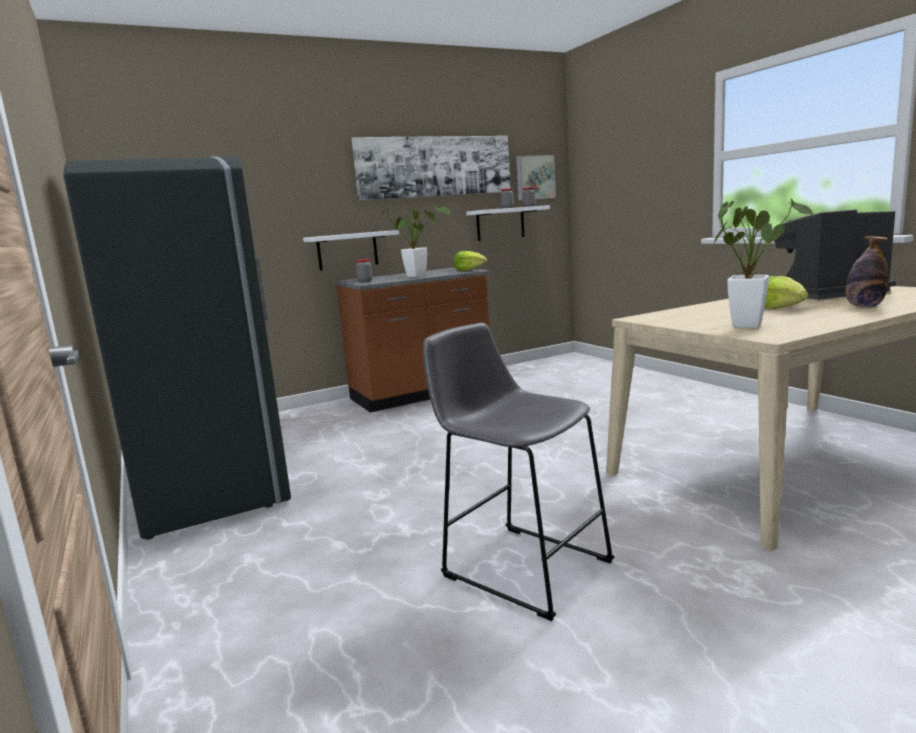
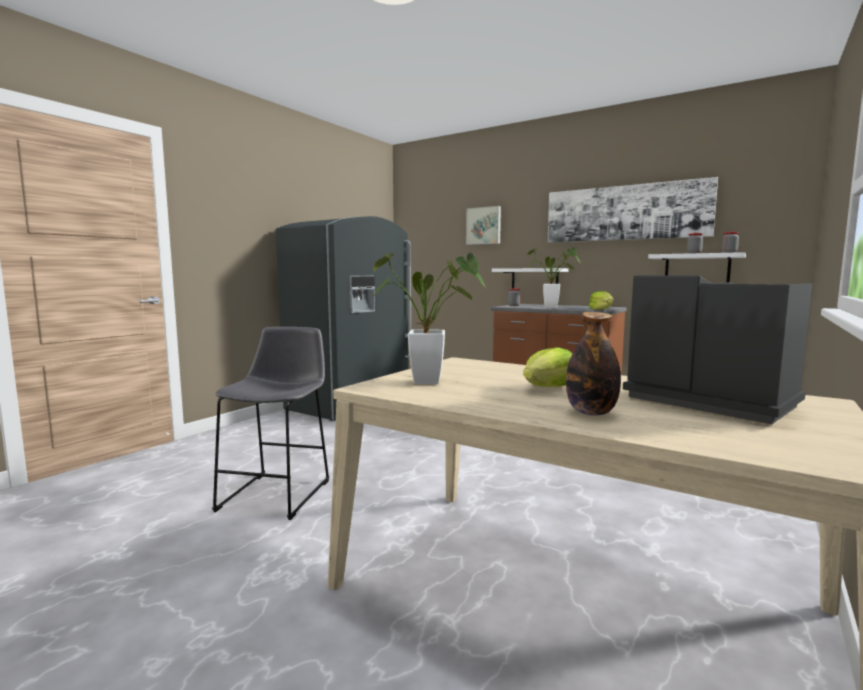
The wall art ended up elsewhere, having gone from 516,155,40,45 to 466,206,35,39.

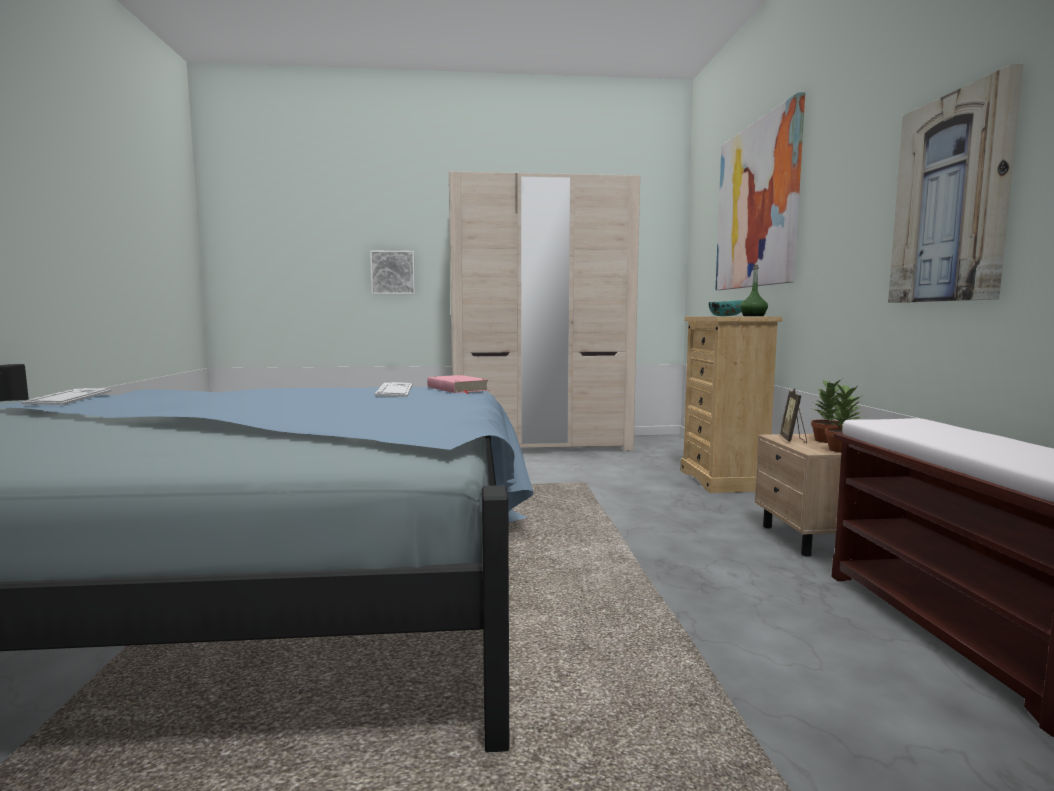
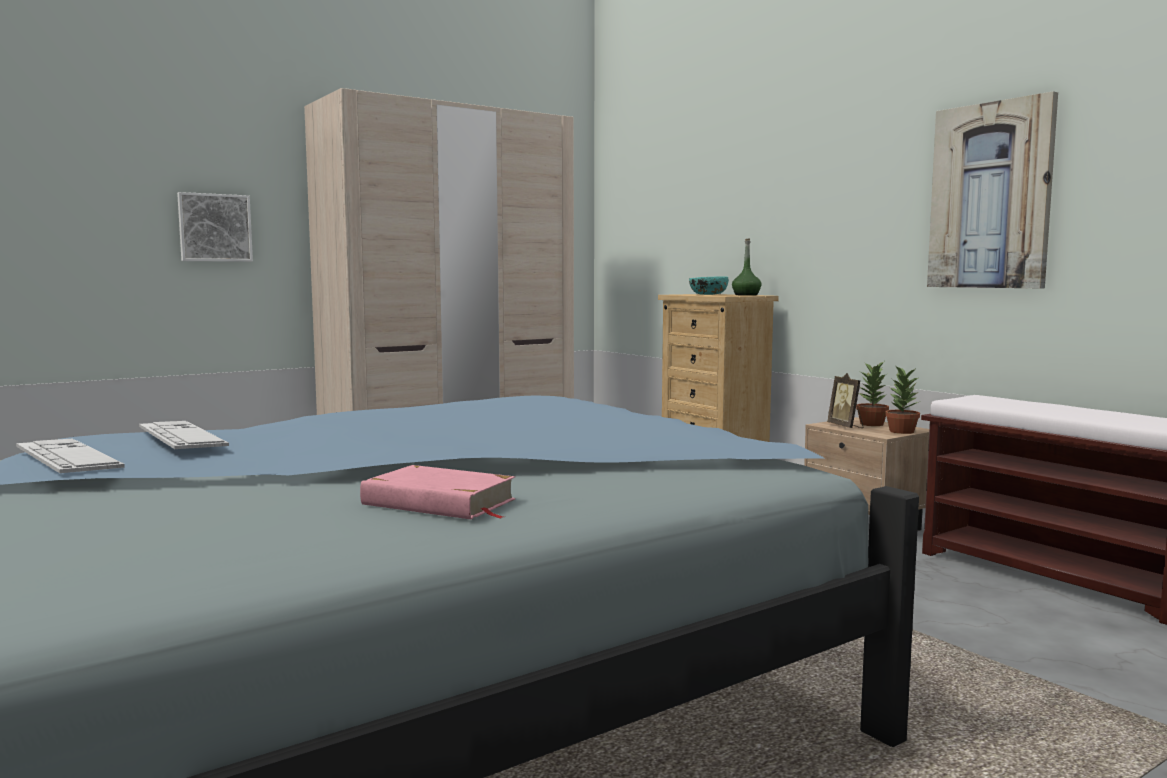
The PC keyboard ended up elsewhere, having gone from 374,382,38,15 to 139,421,90,28.
The book (pink-coloured) ended up elsewhere, having gone from 427,375,62,19 to 360,465,156,54.
The second view lost the wall art at 715,92,90,198.

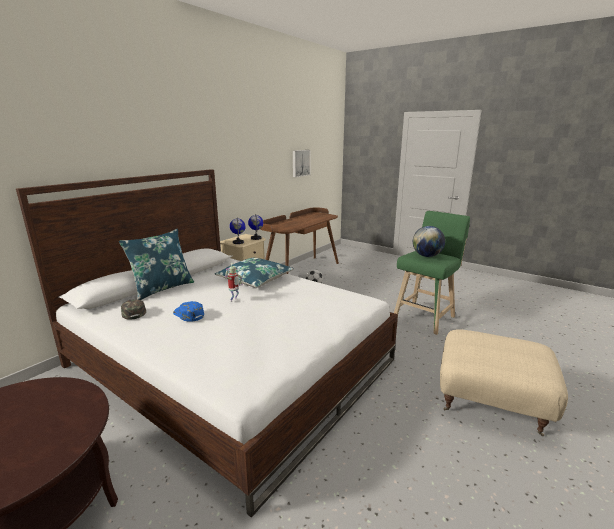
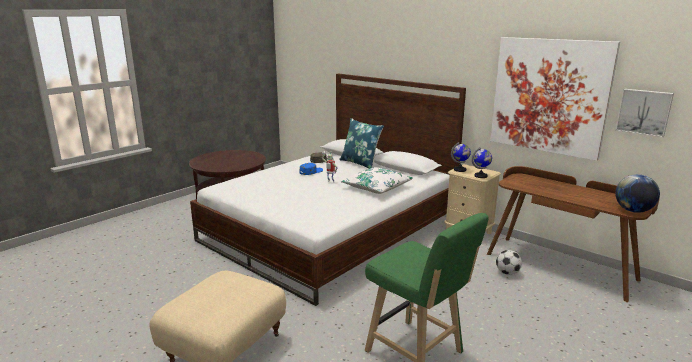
What was the pillow (bluish) at 215,258,79,30 turned into the pillow (whitish) at 341,167,72,27.
The desk globe ended up elsewhere, having gone from 413,226,32,31 to 615,174,45,39.
The second view gained the wall art at 490,37,130,124.

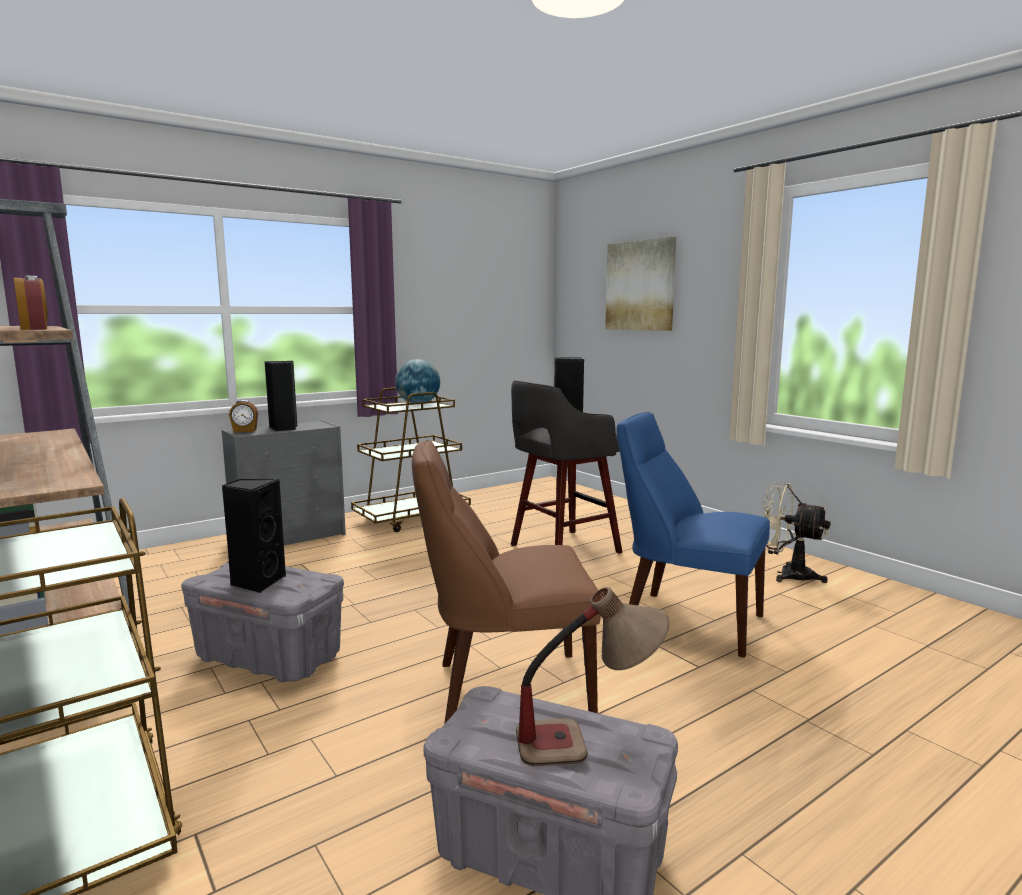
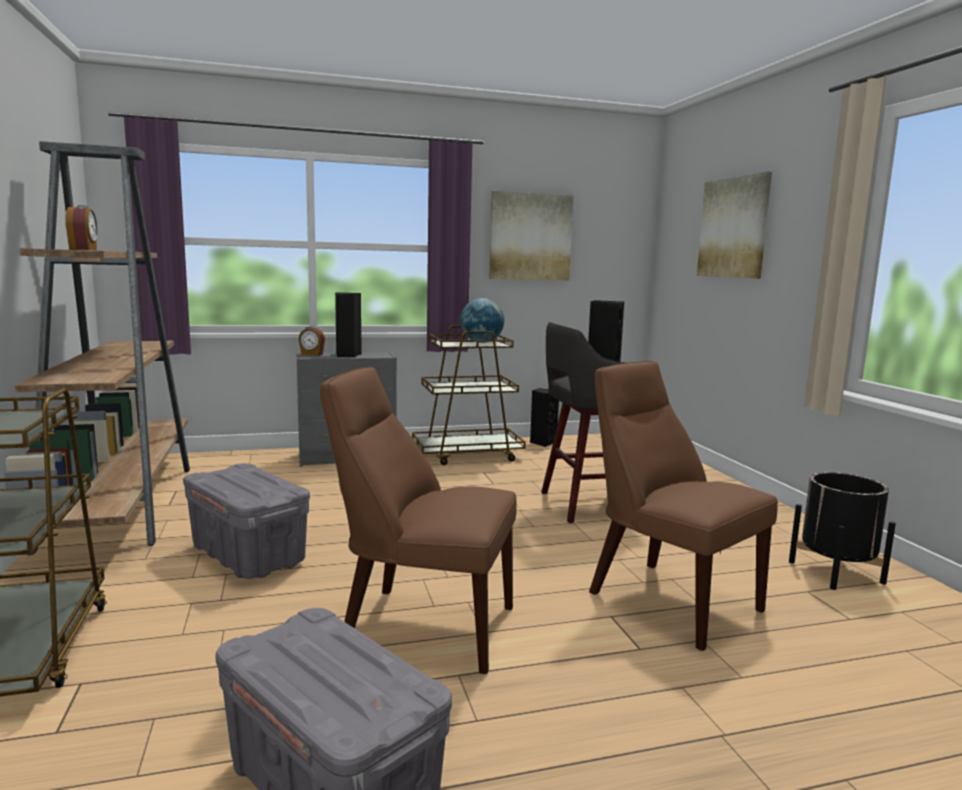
The speaker (blackish) ended up elsewhere, having gone from 222,479,64,114 to 530,388,29,59.
The second view lost the tabletop lamp at 516,587,153,180.
What was the chair (bluish) at 617,412,153,246 turned into the chair (brown-coloured) at 589,361,189,290.
Where the electric fan (sand-coloured) stood at 763,482,68,101, the planter (blackish) came to stand at 789,472,107,118.
The second view gained the wall art at 489,191,85,89.

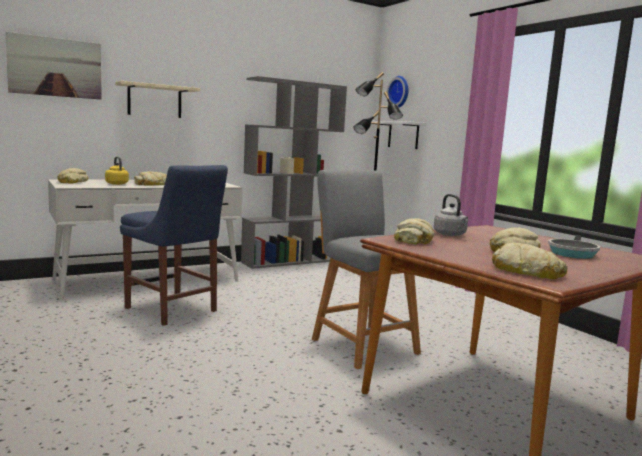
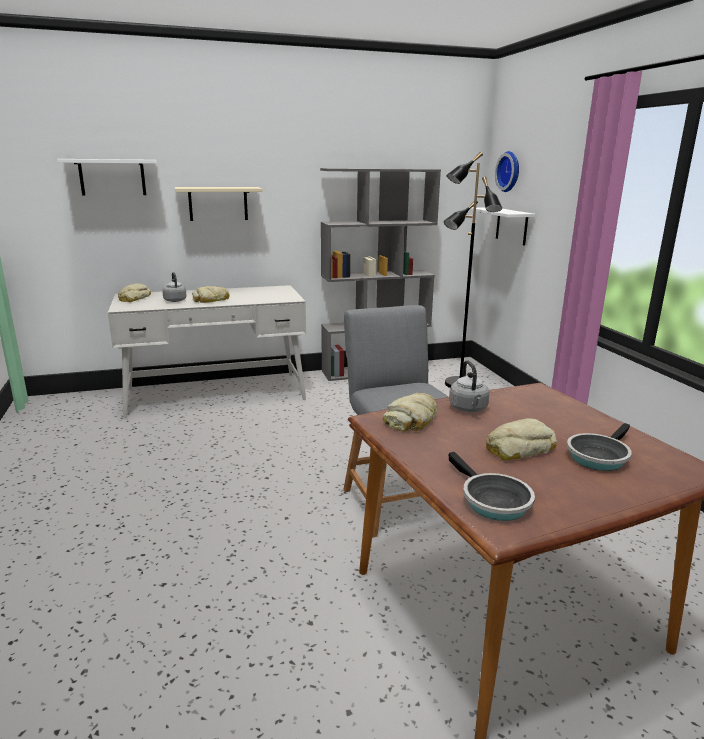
Where the wall art hung at 5,32,97,68, the shelf (whitish) came to hang at 57,159,99,37.
What was the tea kettle (yellow) at 105,157,24,28 turned into the tea kettle (grey) at 162,272,25,30.
The second view lost the chair (bluish) at 120,165,108,161.
Where the bread stood at 492,243,76,36, the pan came to stand at 448,452,87,69.

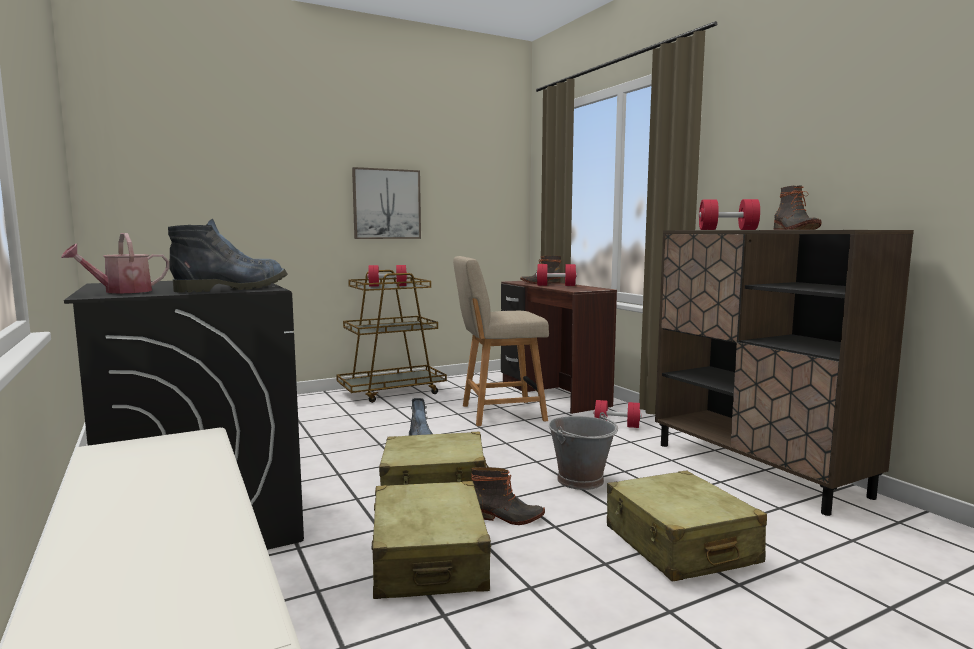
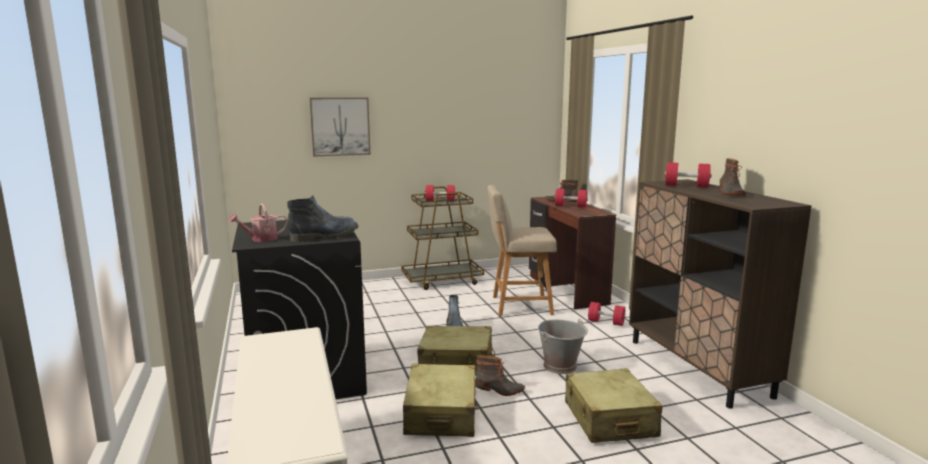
The wall art ended up elsewhere, having gone from 352,167,69,72 to 310,98,60,59.

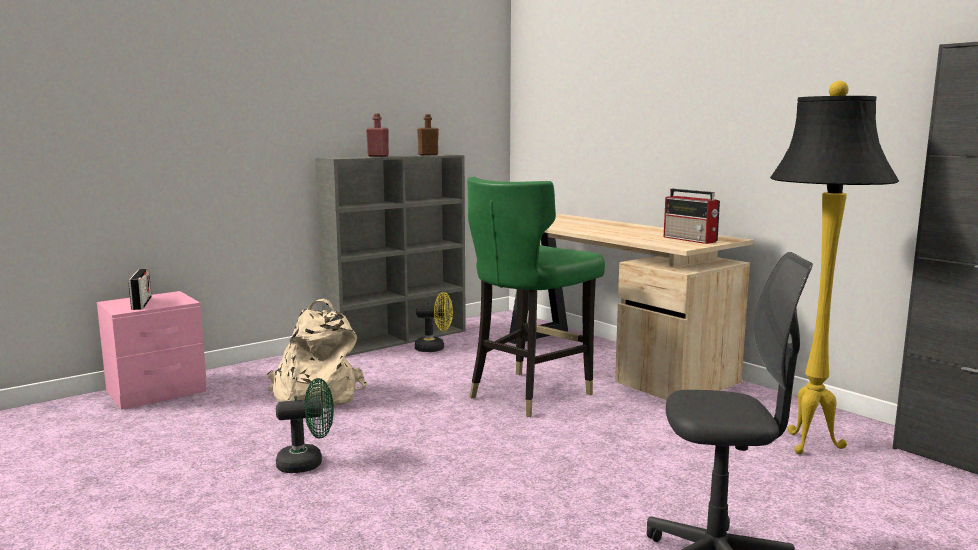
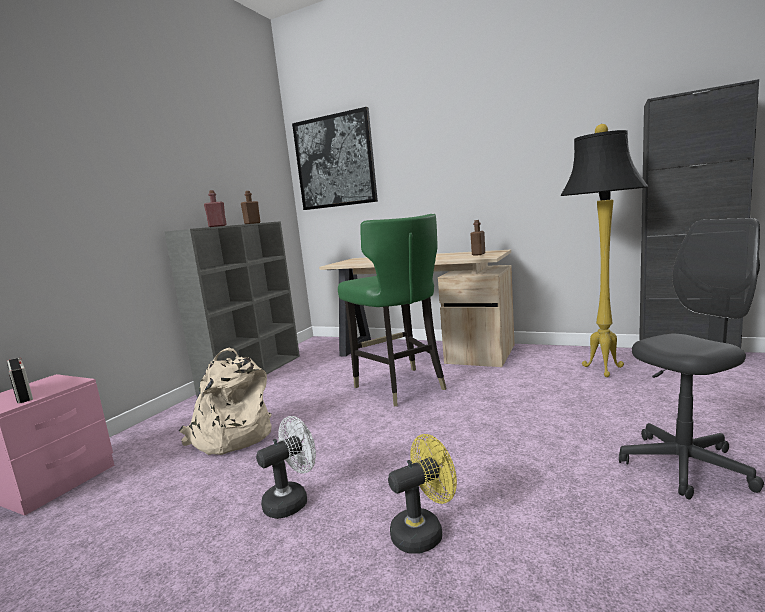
What was the electric fan (green) at 276,378,58,95 turned into the electric fan (whitish) at 256,416,60,103.
The electric fan (yellow) ended up elsewhere, having gone from 415,292,38,60 to 388,434,69,120.
The chair (green) at 467,177,138,240 ended up facing another way, 45 degrees counterclockwise from before.
Where the radio stood at 664,189,56,55, the beverage bottle (brown-coloured) came to stand at 471,220,14,36.
The second view gained the wall art at 292,107,86,103.

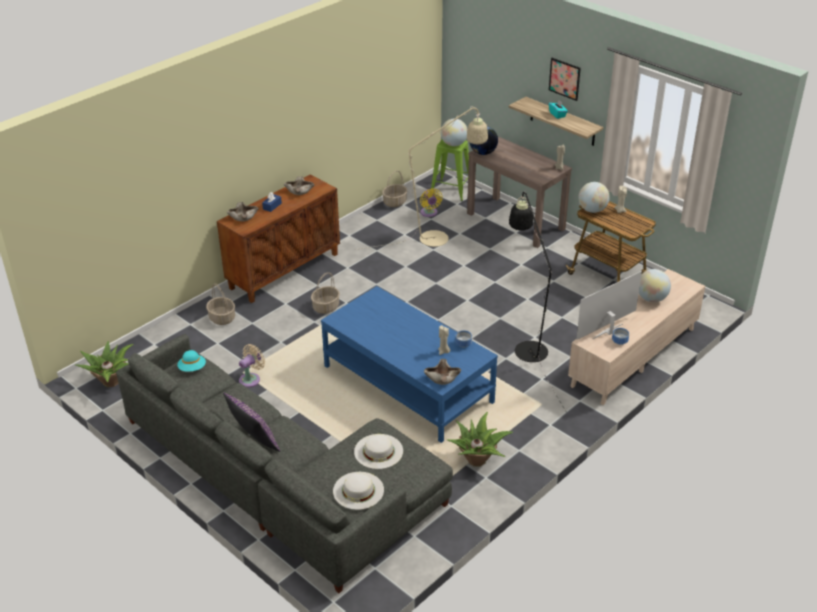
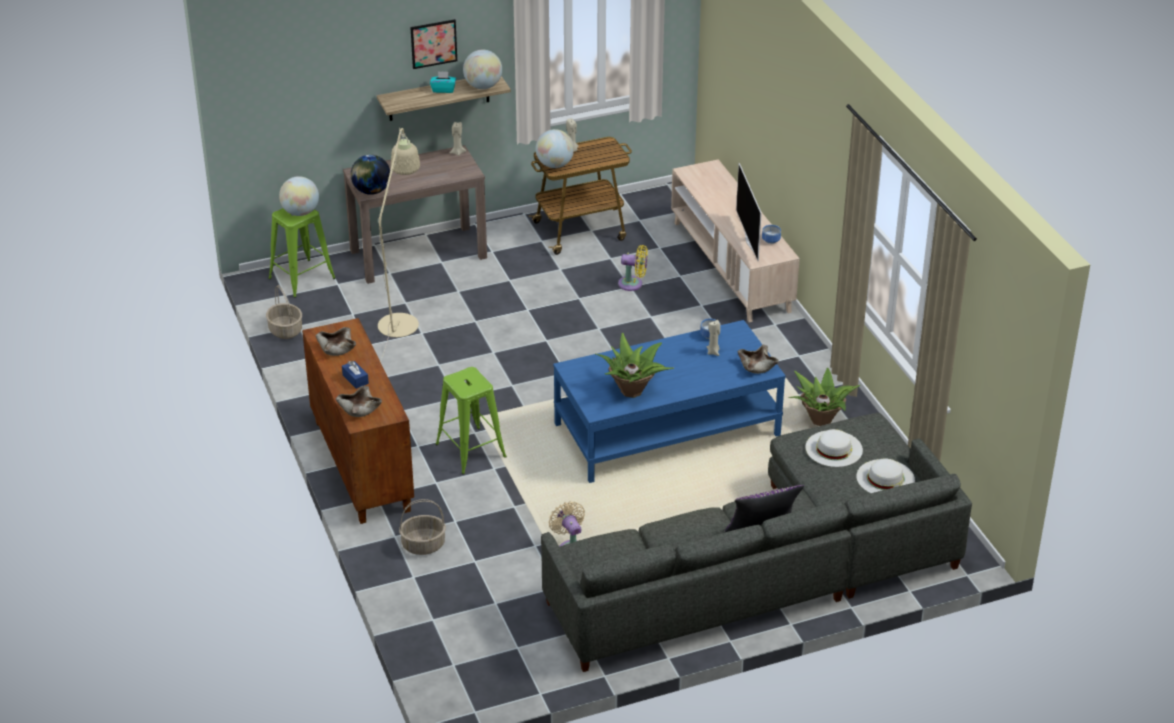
The houseplant ended up elsewhere, having gone from 74,341,60,46 to 596,333,78,65.
The second view lost the hat (turquoise-coloured) at 177,350,29,22.
Where the household basket stood at 311,272,29,42, the stool seat (green) came to stand at 435,367,72,108.
The electric fan (yellow) ended up elsewhere, having gone from 420,189,23,28 to 618,245,30,46.
The second view lost the standard lamp (blackish) at 509,192,57,219.
The desk globe ended up elsewhere, having gone from 639,269,32,33 to 463,50,39,39.

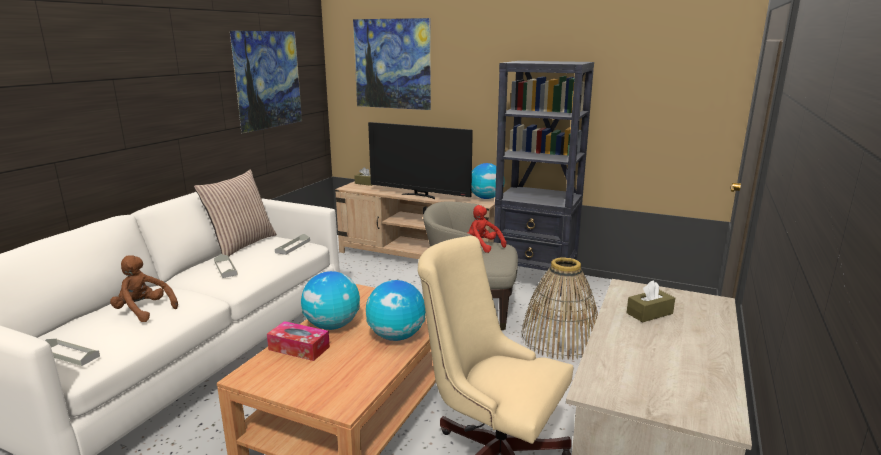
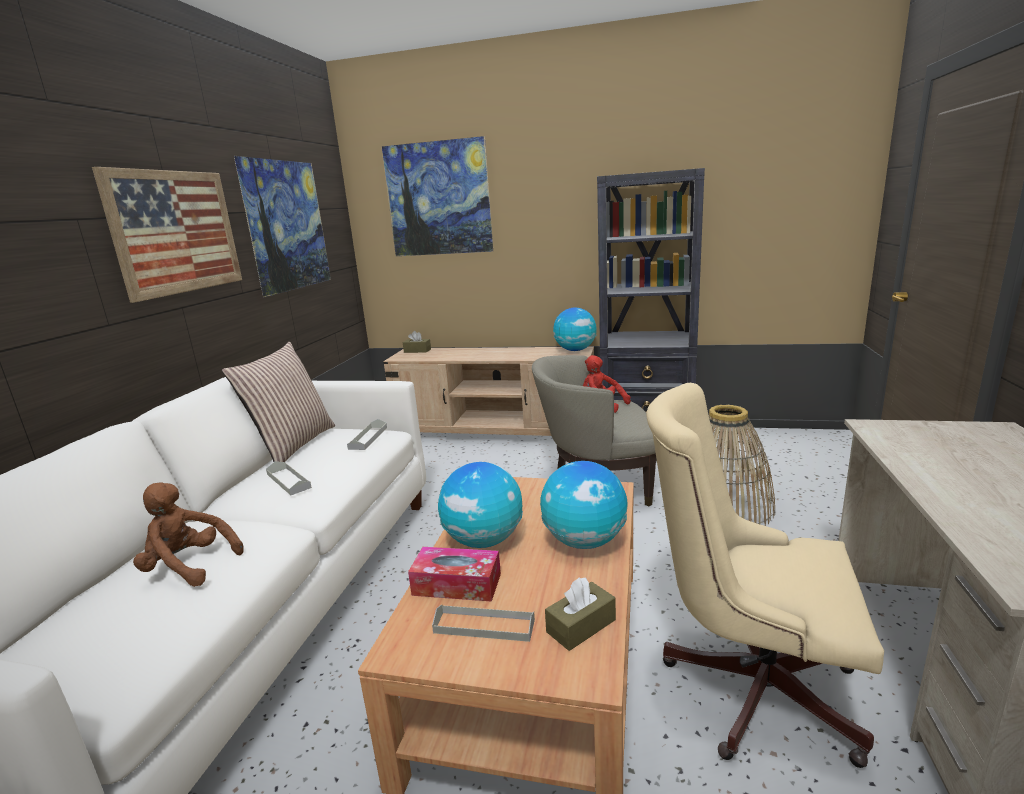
The tray (grey) ended up elsewhere, having gone from 45,339,55,27 to 432,604,103,38.
The second view lost the TV set at 368,122,105,77.
The box of tissues (brown-coloured) ended up elsewhere, having gone from 627,280,48,42 to 545,578,71,73.
The second view gained the wall art at 92,167,150,136.

